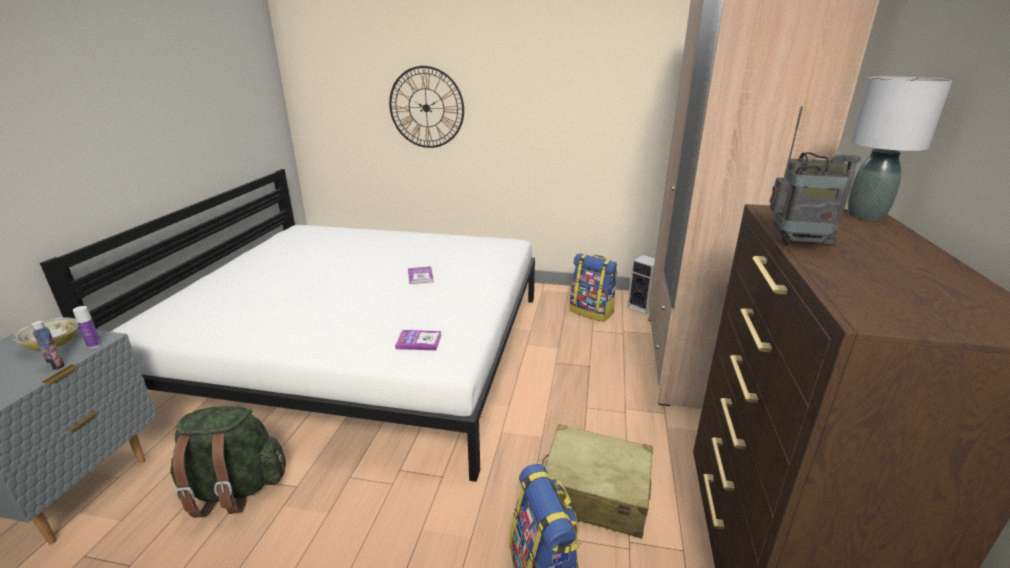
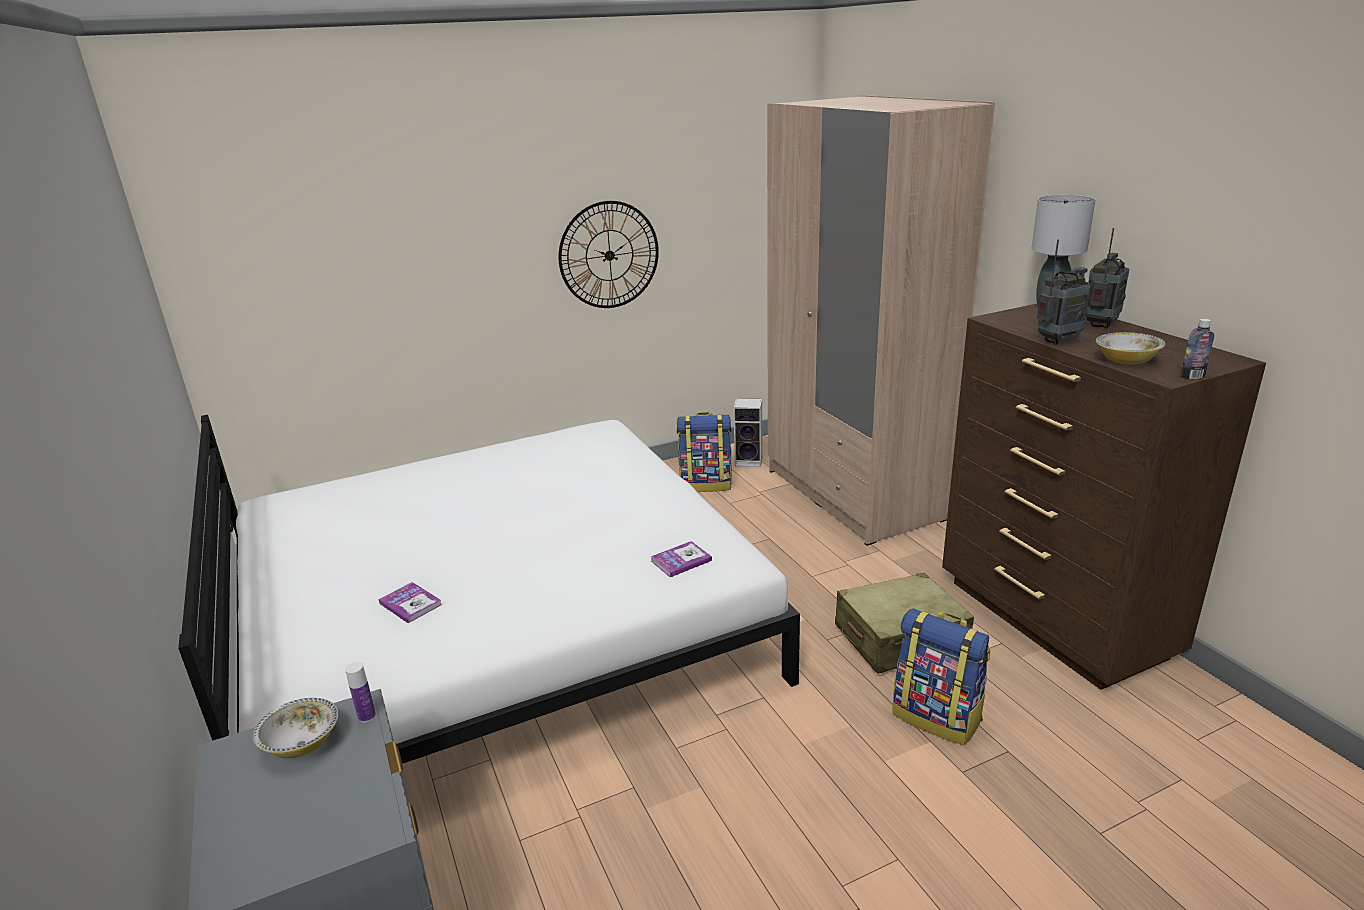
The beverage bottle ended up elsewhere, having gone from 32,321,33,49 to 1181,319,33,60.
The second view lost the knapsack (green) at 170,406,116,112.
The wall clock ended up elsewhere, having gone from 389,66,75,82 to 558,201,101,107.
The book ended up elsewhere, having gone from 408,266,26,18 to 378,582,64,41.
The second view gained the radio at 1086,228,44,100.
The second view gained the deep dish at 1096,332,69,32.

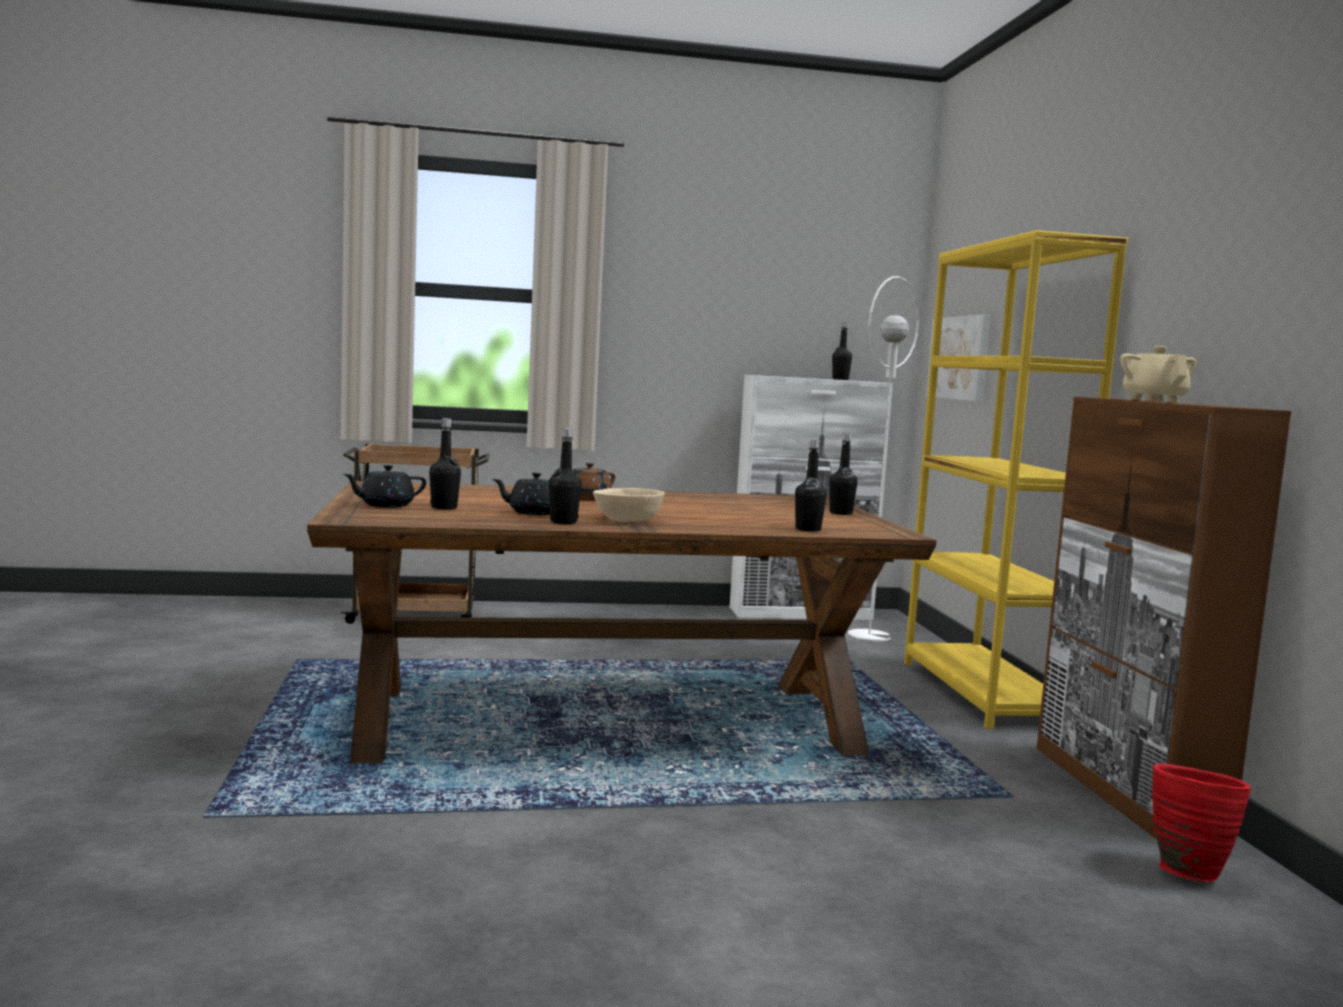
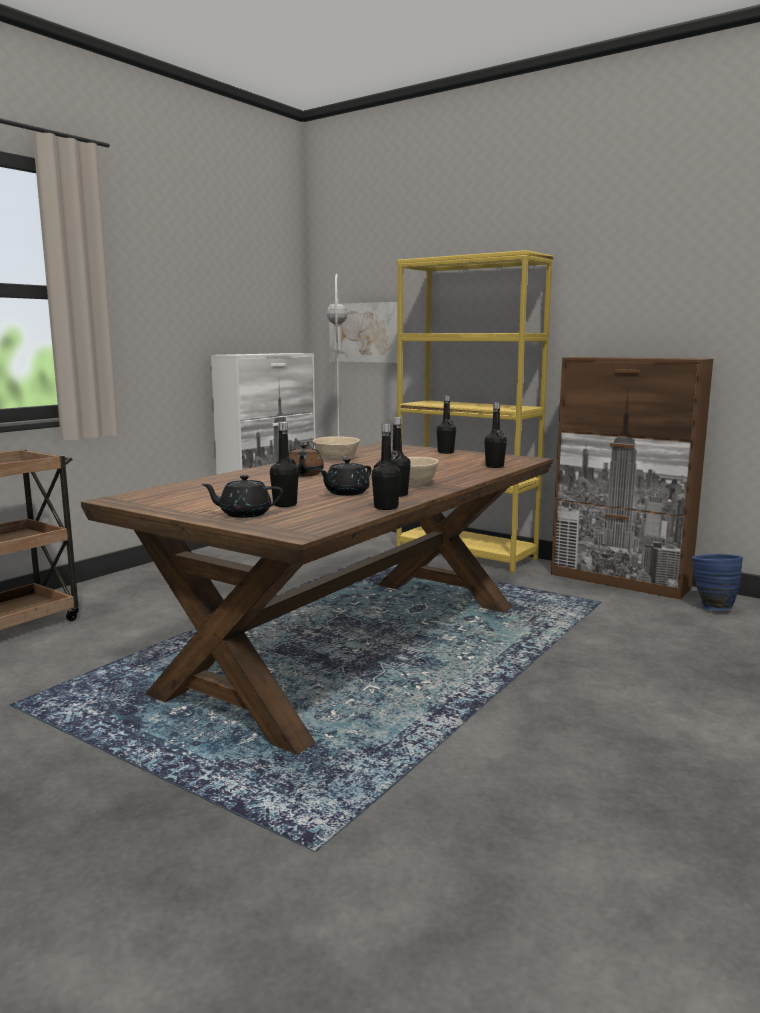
The pot for tea (blackish) at 343,465,83,43 ended up facing another way, 75 degrees clockwise from before.
The beverage bottle (blackish) ended up elsewhere, having gone from 832,322,20,58 to 372,424,29,86.
The second view lost the pot for tea (sand-coloured) at 1120,346,76,57.
What was the vase (reddish) at 1152,763,99,119 turned into the vase (bluish) at 691,554,52,57.
The second view gained the deep dish (sand-coloured) at 313,436,47,24.

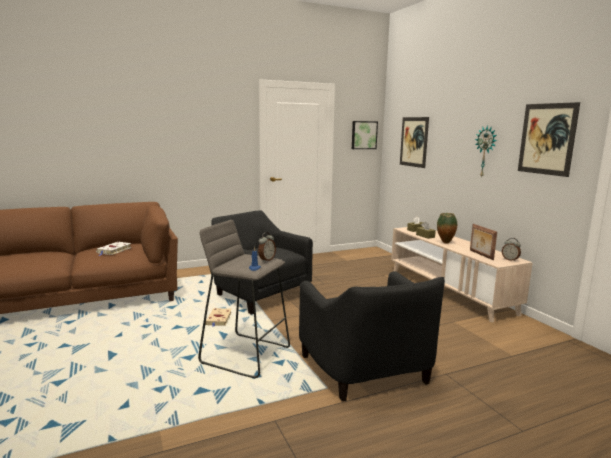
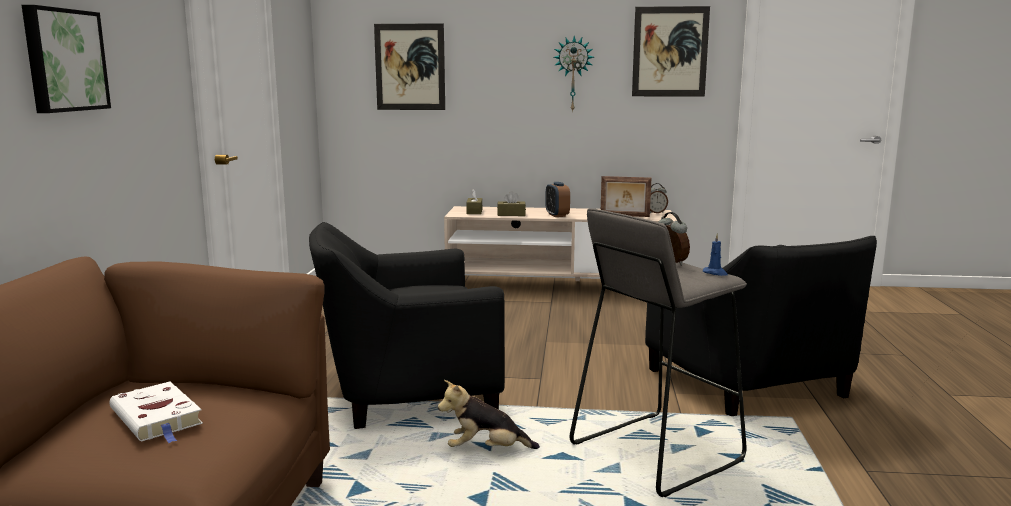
Where the book (sand-coloured) stood at 205,308,27,18, the soft toy came to stand at 438,380,102,69.
The lounge chair (blackish) at 299,271,146,131 ended up facing another way, 60 degrees clockwise from before.
The wall art ended up elsewhere, having gone from 352,121,26,28 to 22,5,89,108.
Where the vase stood at 437,213,20,31, the alarm clock came to stand at 545,182,25,35.

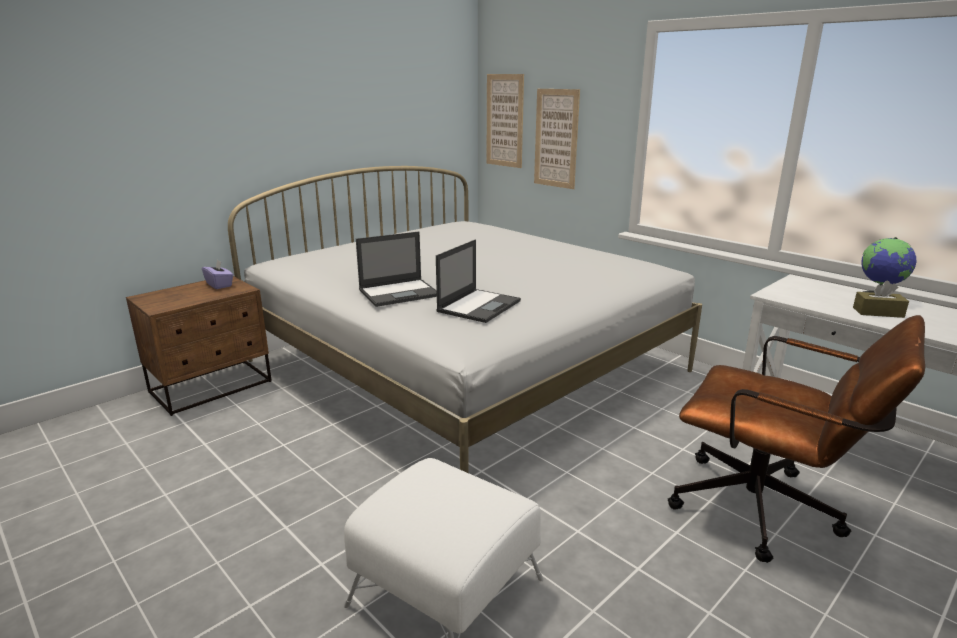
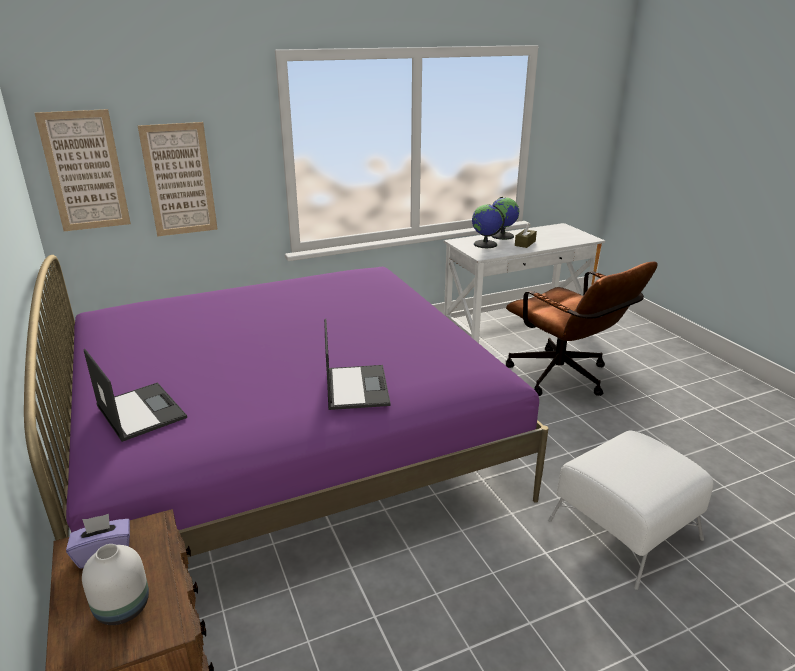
What was the sleeping bed (whitish) at 228,166,474,307 turned into the sleeping bed (purplish) at 24,255,524,302.
The notebook computer ended up elsewhere, having gone from 436,239,85,84 to 84,349,103,93.
The desk chair (brown-coloured) at 668,315,257,248 ended up facing another way, 90 degrees clockwise from before.
The second view gained the vase (whitish) at 82,544,67,81.
The second view gained the desk globe at 472,204,33,44.

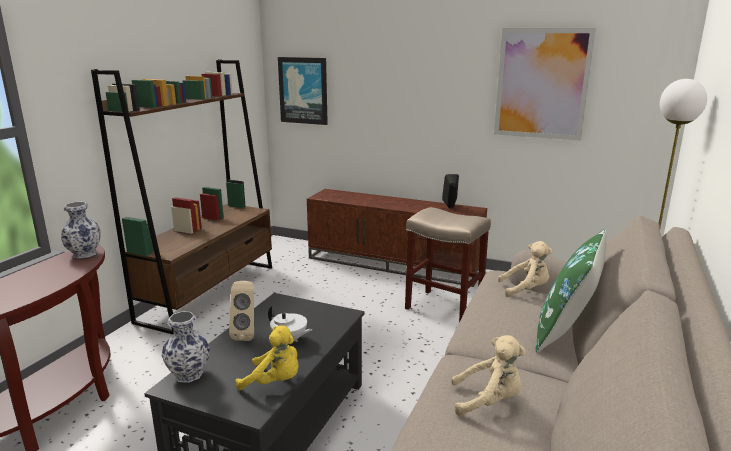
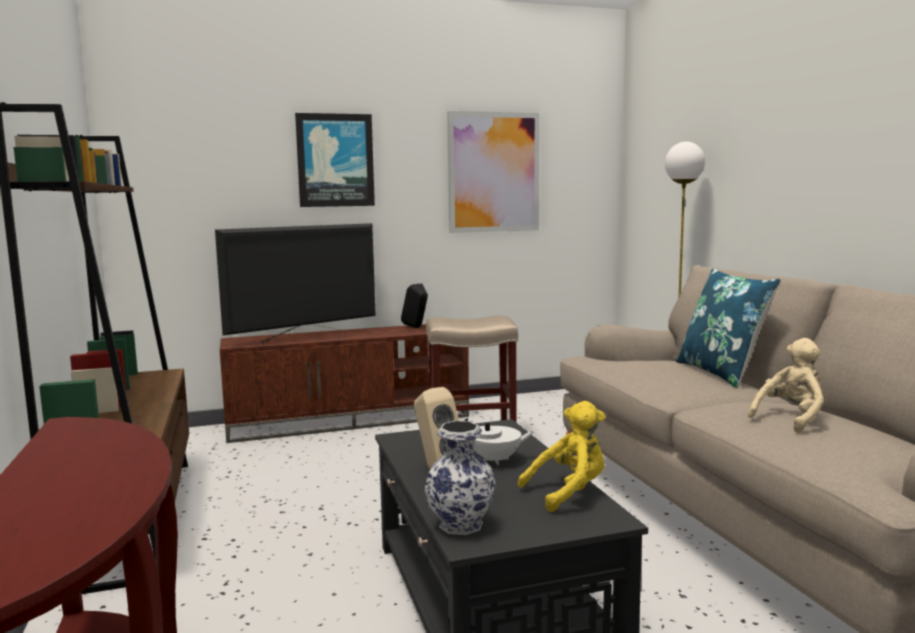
The second view lost the vase at 61,202,40,57.
The wall art ended up elsewhere, having gone from 278,57,50,68 to 295,113,80,94.
The second view lost the soft toy (sand-coloured) at 498,241,55,56.
What was the pillow (green) at 535,229,72,124 turned into the pillow (bluish) at 676,268,105,120.
The second view gained the TV set at 215,223,161,121.

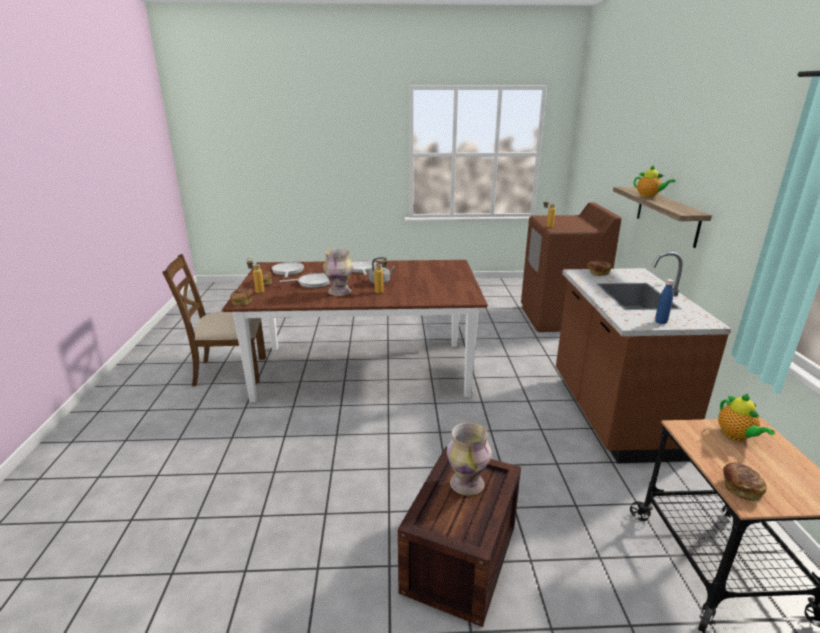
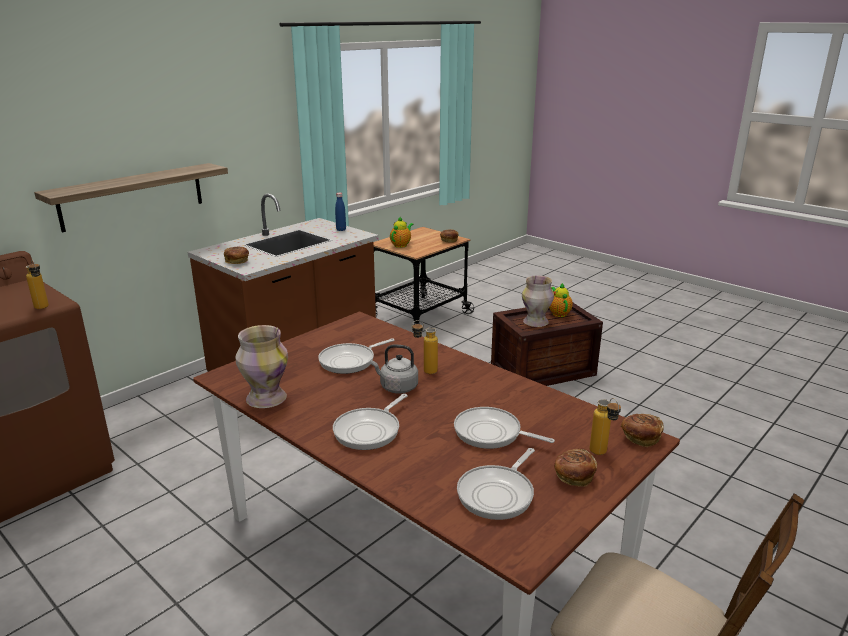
The vase ended up elsewhere, having gone from 323,249,30,47 to 236,325,52,83.
The pot for tea ended up elsewhere, having gone from 634,165,41,33 to 549,283,24,34.
The second view gained the pan at 318,339,77,35.

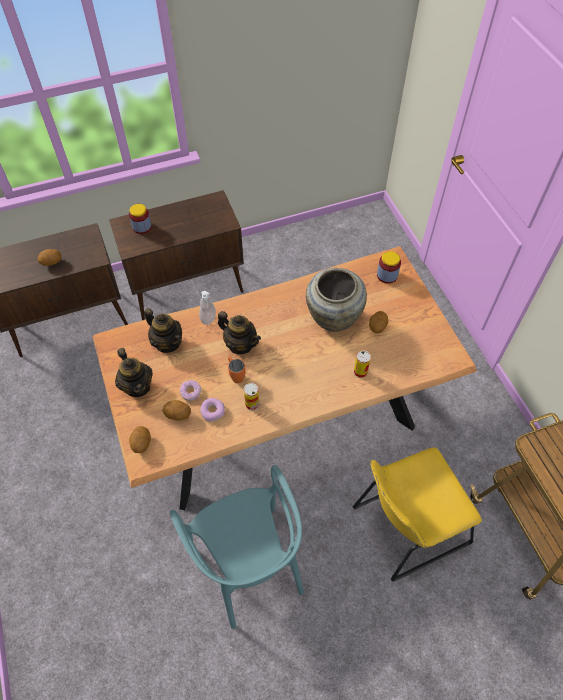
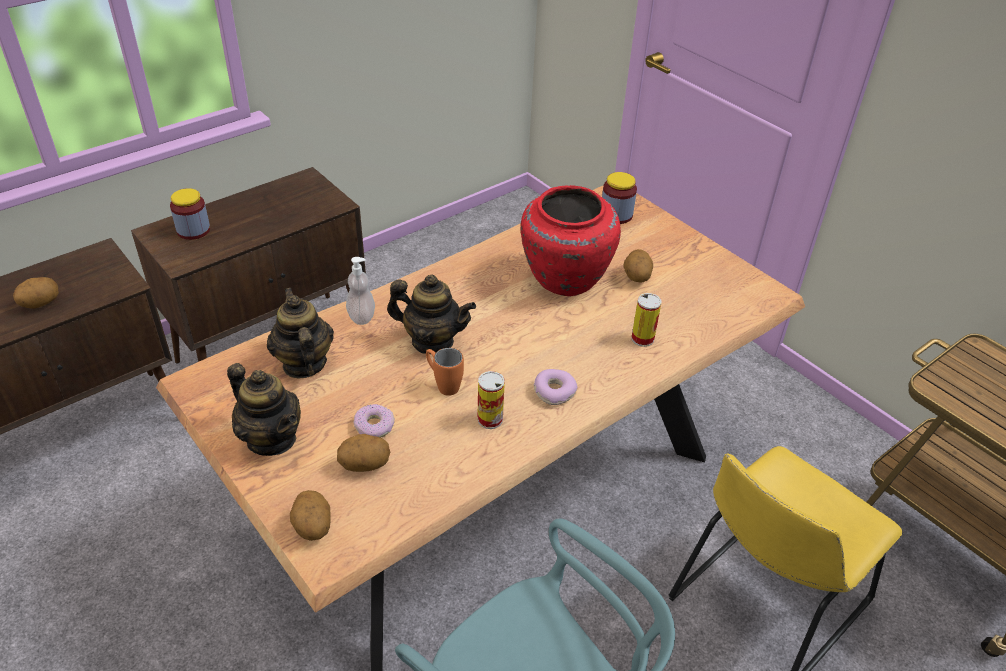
The pot for tea at 144,308,38,45 ended up facing another way, 135 degrees counterclockwise from before.
The donut ended up elsewhere, having gone from 200,398,25,23 to 534,369,43,36.
What was the vase (sand-coloured) at 306,268,61,64 turned into the vase (reddish) at 521,185,100,111.

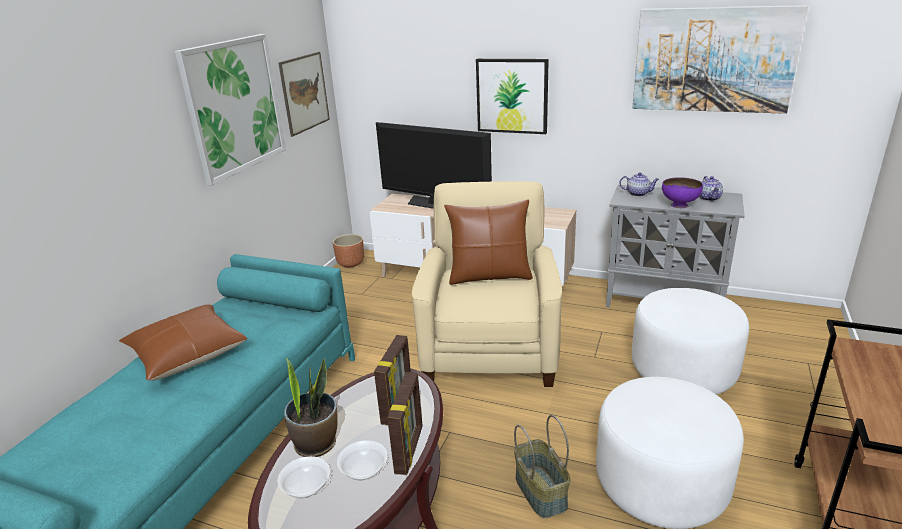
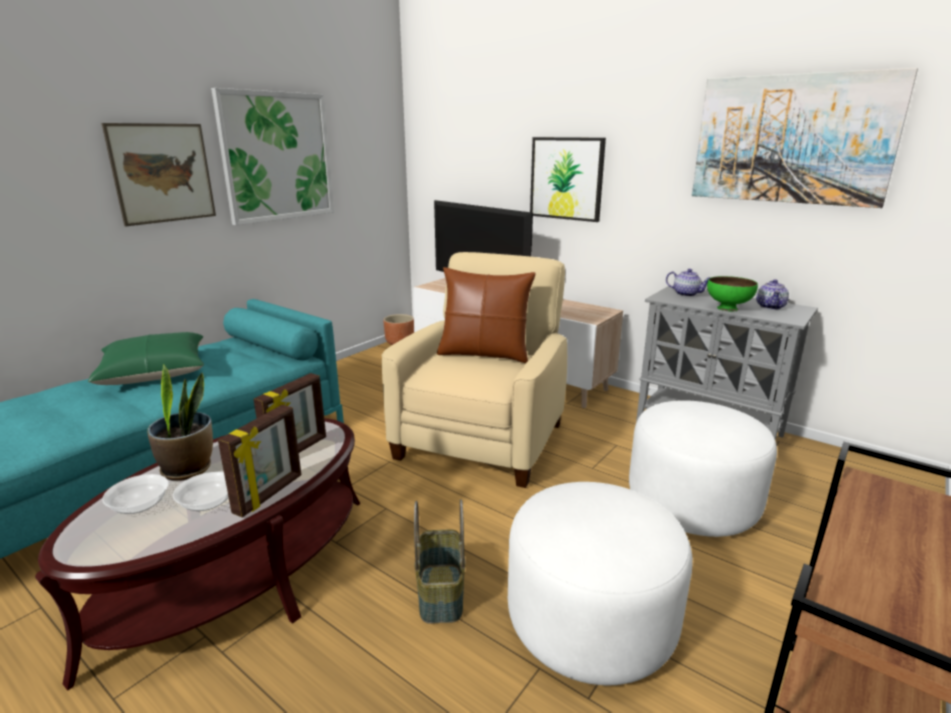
What was the pillow (brown-coloured) at 119,304,128,77 turned into the pillow (green) at 88,332,116,53.
The wall art ended up elsewhere, having gone from 278,52,52,85 to 101,123,115,103.
What was the deep dish (purplish) at 662,177,41,31 turned into the deep dish (green) at 707,276,51,35.

